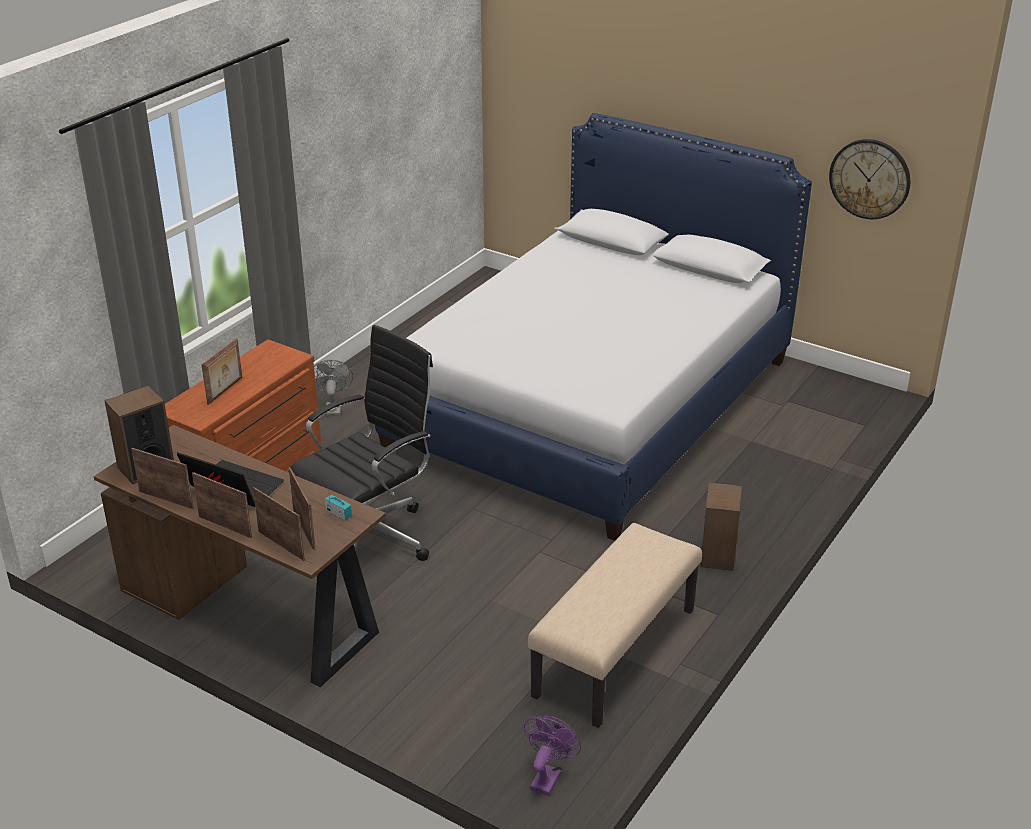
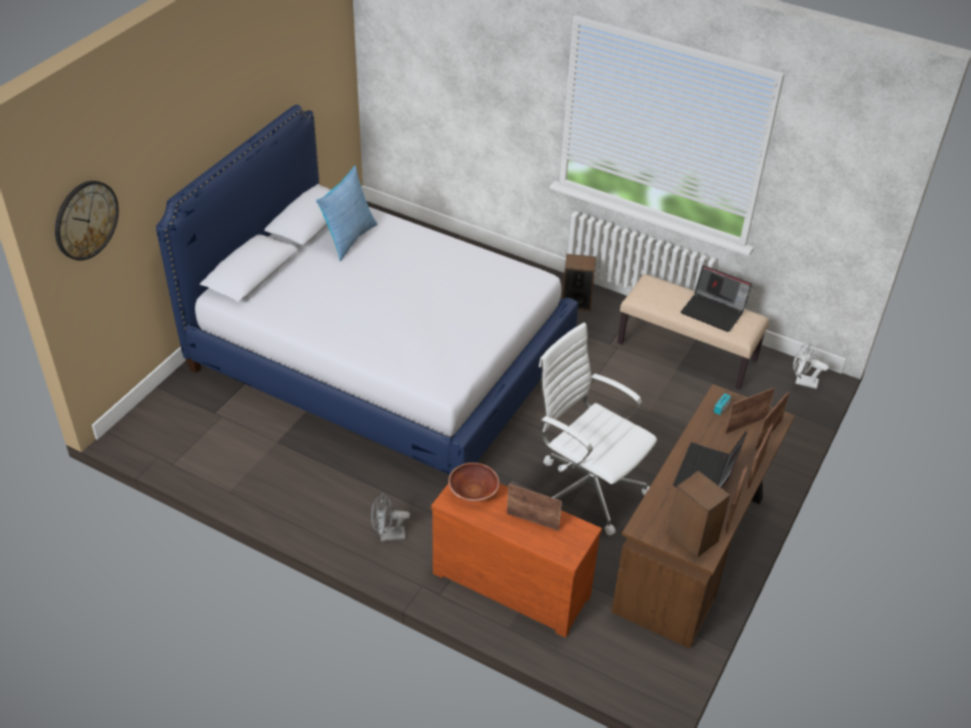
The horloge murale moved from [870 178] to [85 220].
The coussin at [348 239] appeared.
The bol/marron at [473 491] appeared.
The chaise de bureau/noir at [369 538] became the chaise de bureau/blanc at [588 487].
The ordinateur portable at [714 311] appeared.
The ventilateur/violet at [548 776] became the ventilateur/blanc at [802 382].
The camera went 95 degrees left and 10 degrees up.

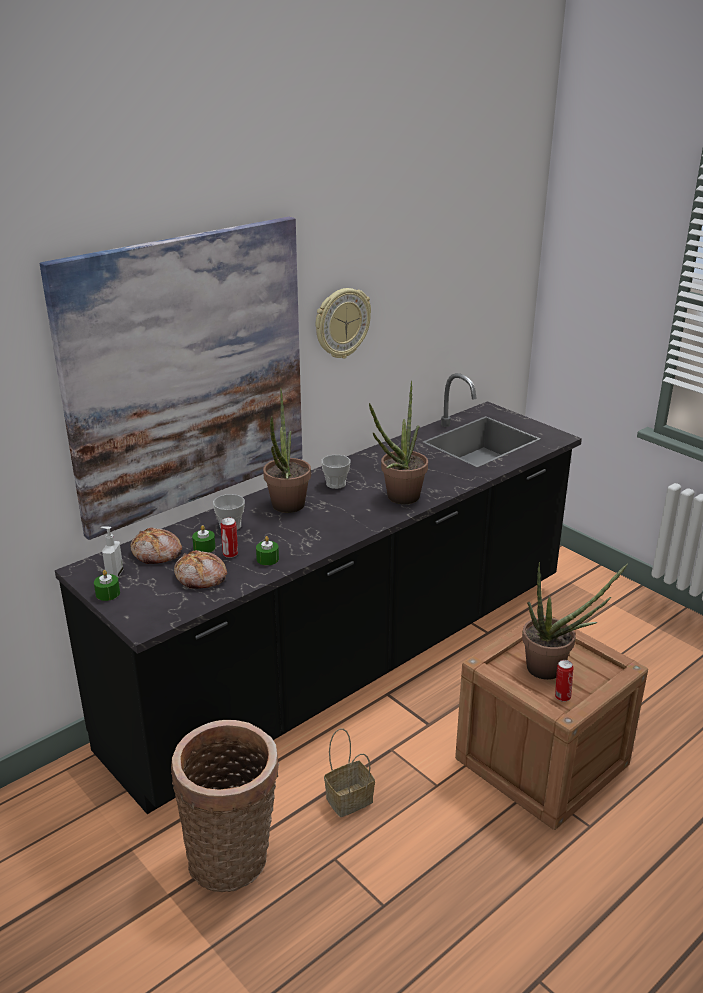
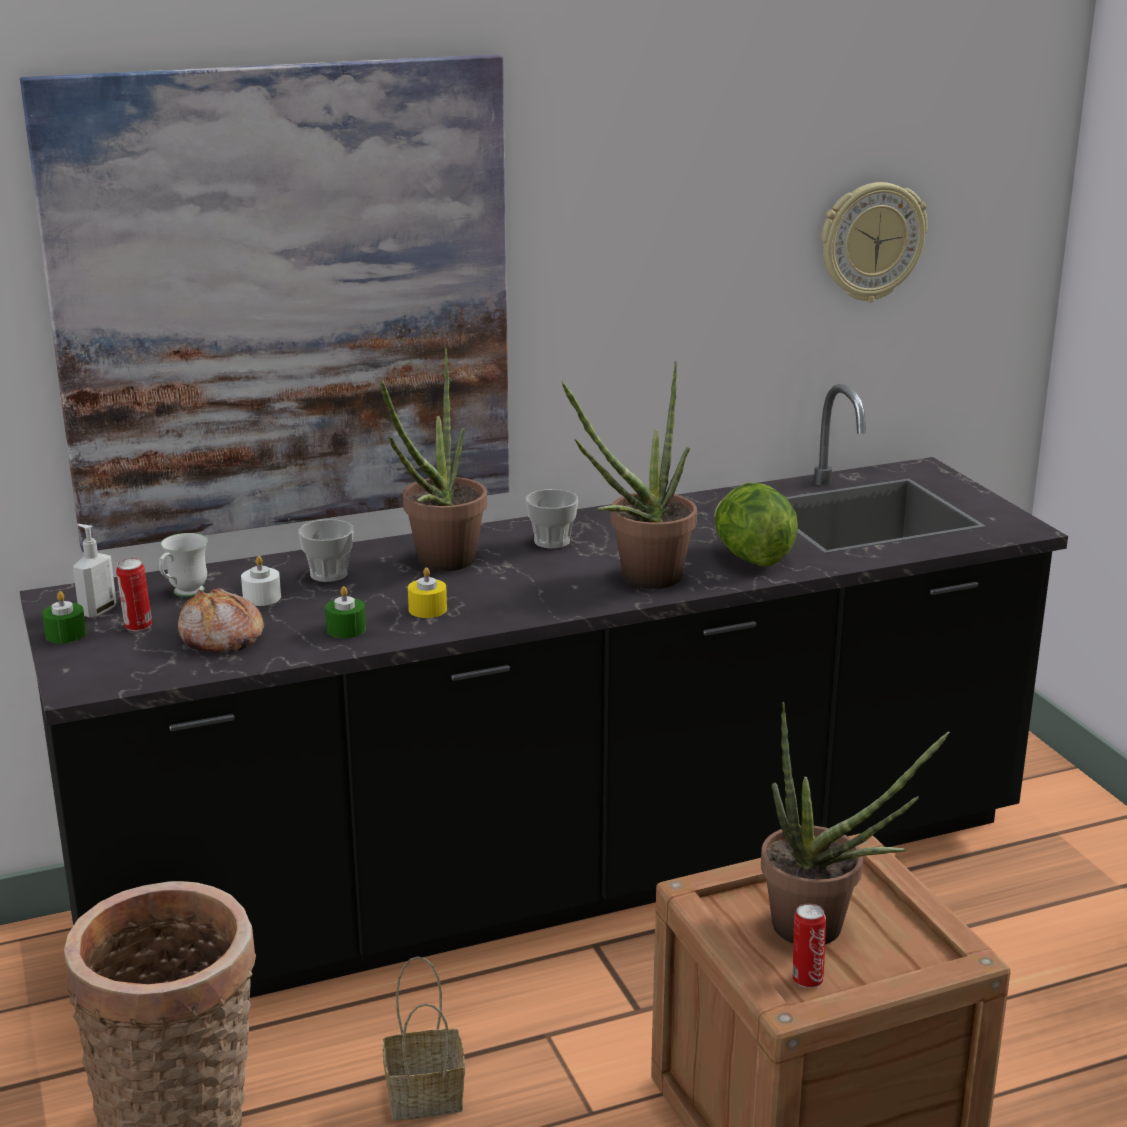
The boîte métallique moved from [230 554] to [137 626].
The pain at [157 554] was replaced by the mug/blanc at [183 594].
The bougie/vert at [204 548] became the bougie/blanc at [262 597].
The bougie/jaune at [427 609] appeared.
The laitue at [751 558] appeared.
The horloge murale moved from [341 323] to [871 241].
The camera went 20 degrees right and 5 degrees down.

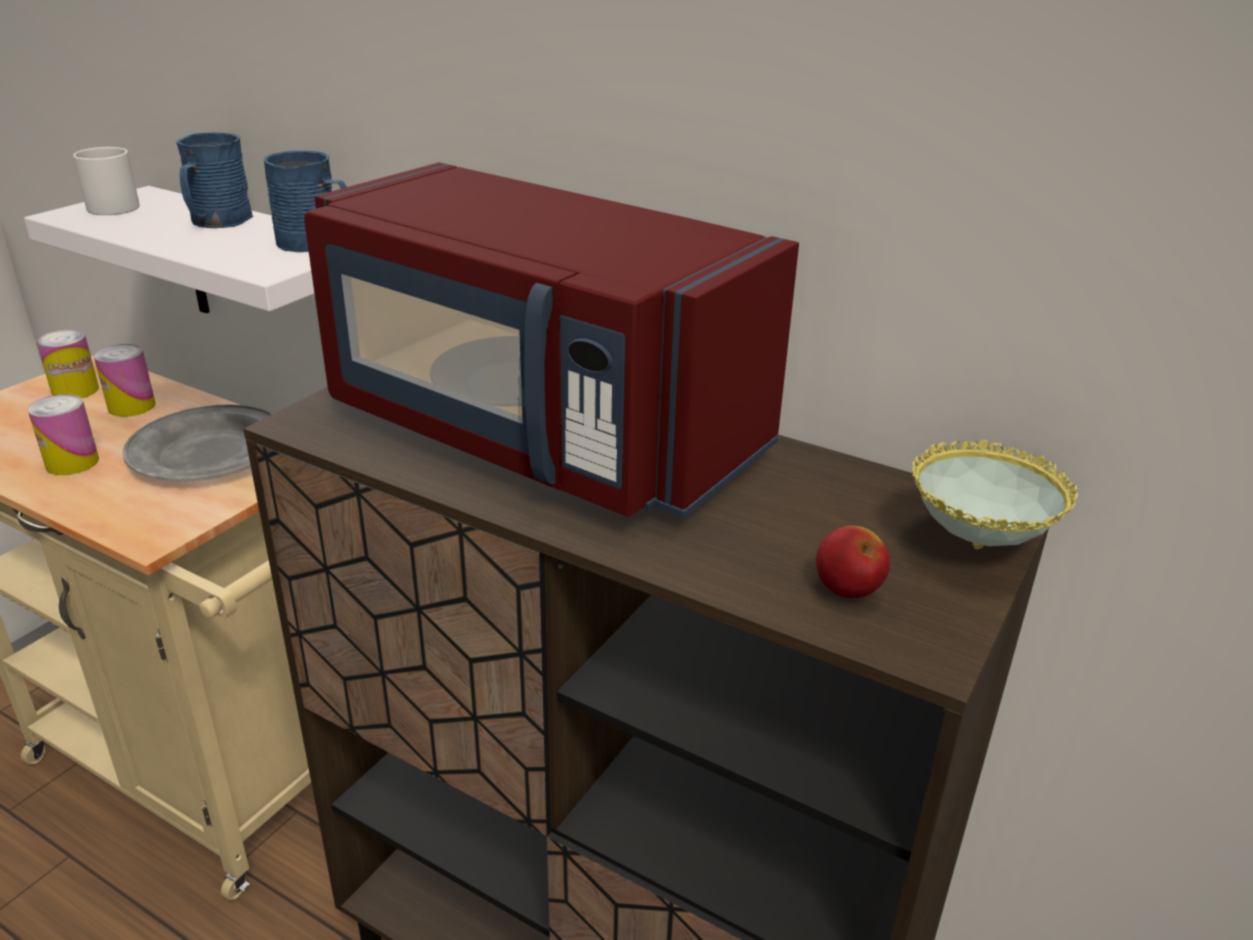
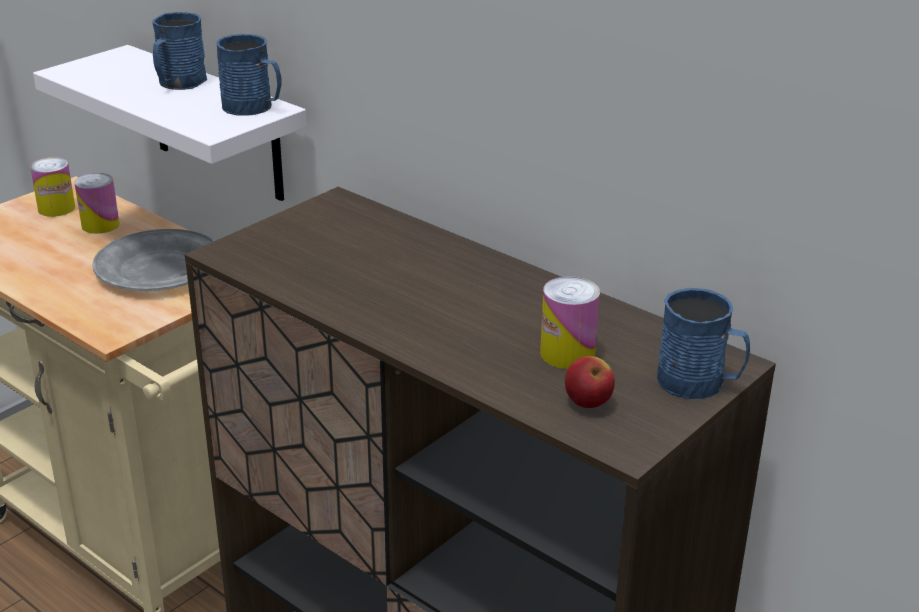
The boîte métallique moved from [72 462] to [567 354].
The bol at [976 548] was replaced by the mug/bleu at [699 383].
The mug/blanc at [117 207] disappeared.
The micro-ondes/rouge at [538 433] disappeared.
The camera went 10 degrees right and 0 degrees up.

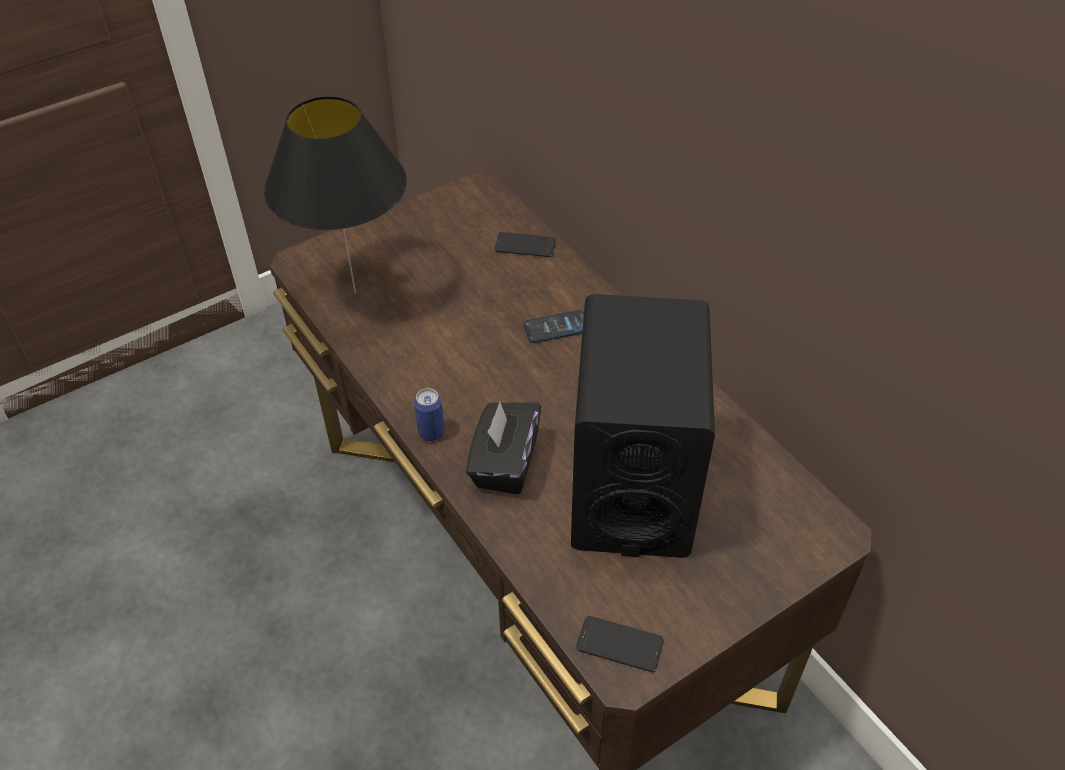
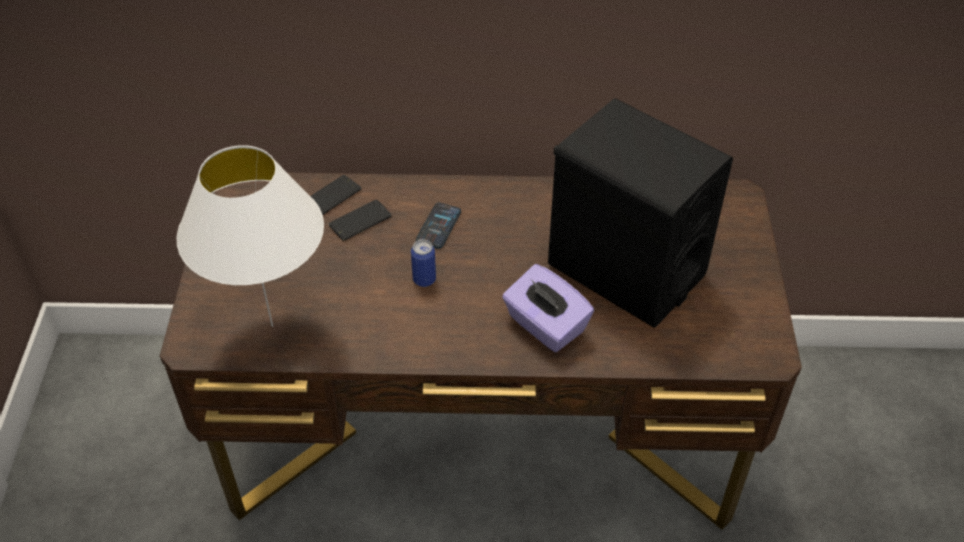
The lampe de table/noir at [355 292] became the lampe de table/blanc at [272 325].
The téléphone moved from [619 644] to [360 221].
The boîte métallique moved from [431 432] to [424 279].
The boîte à mouchoirs/noir at [504 463] became the boîte à mouchoirs/violet at [545 326].
The camera went 55 degrees left and 0 degrees up.

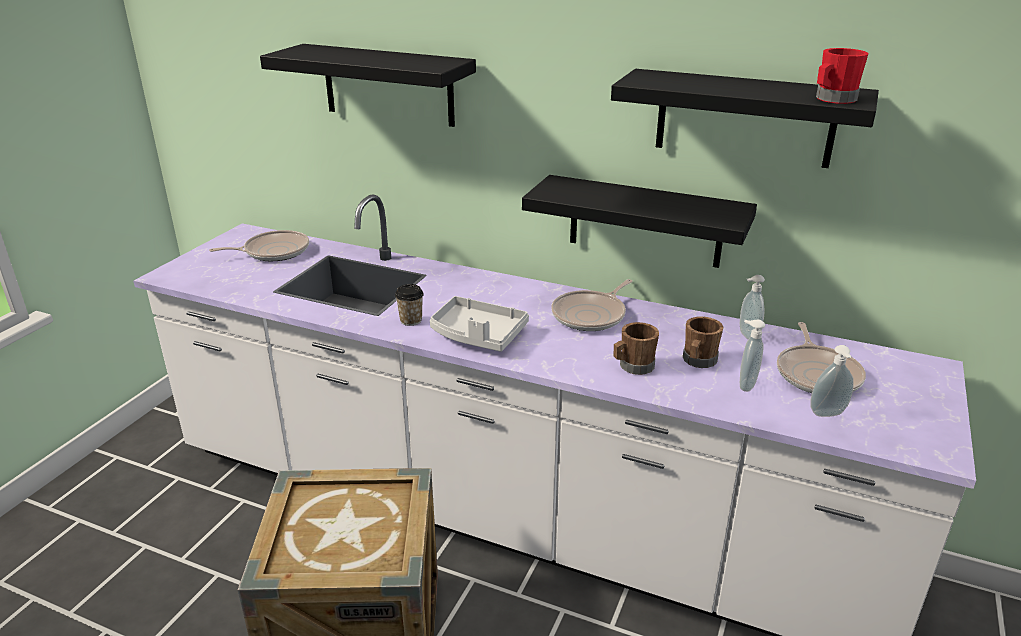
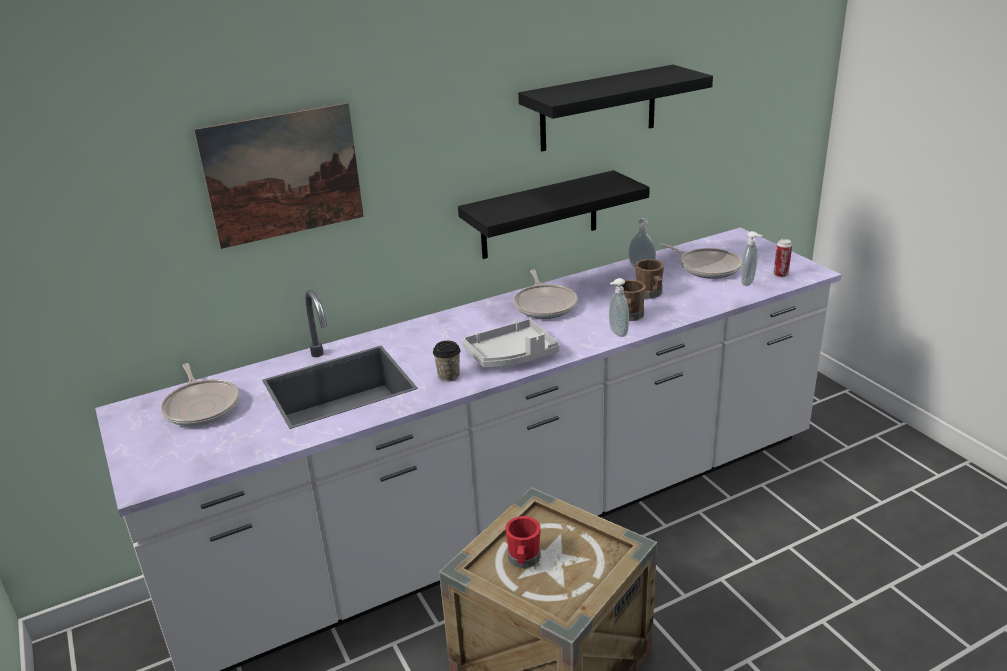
The poêle at [273 251] turned 135 degrees clockwise.
The étagère/noir at [388 85] was replaced by the tableau at [283 175].
The mug/rouge moved from [833 99] to [523 560].
The distributeur de savon moved from [745 385] to [617 333].
The boîte métallique at [780 275] appeared.
The camera went 50 degrees left and 0 degrees up.

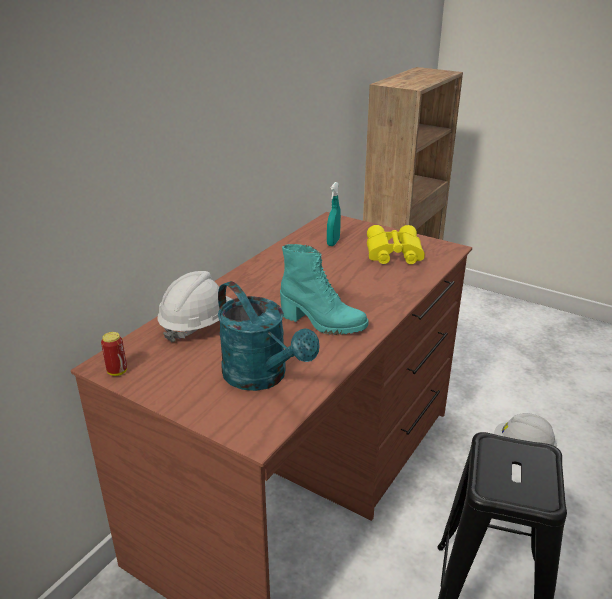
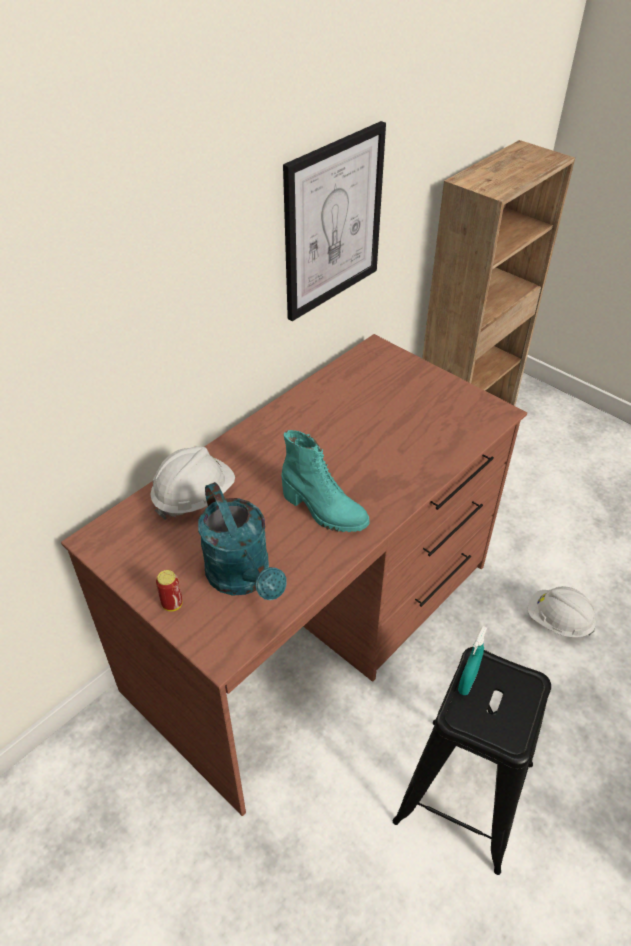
The boîte métallique moved from [117 372] to [172 604].
The tableau at [332 222] appeared.
The vaporisateur/turquoise moved from [333 242] to [467 682].
The jumelles/jaune at [392 253] disappeared.
The camera went 10 degrees right and 15 degrees up.

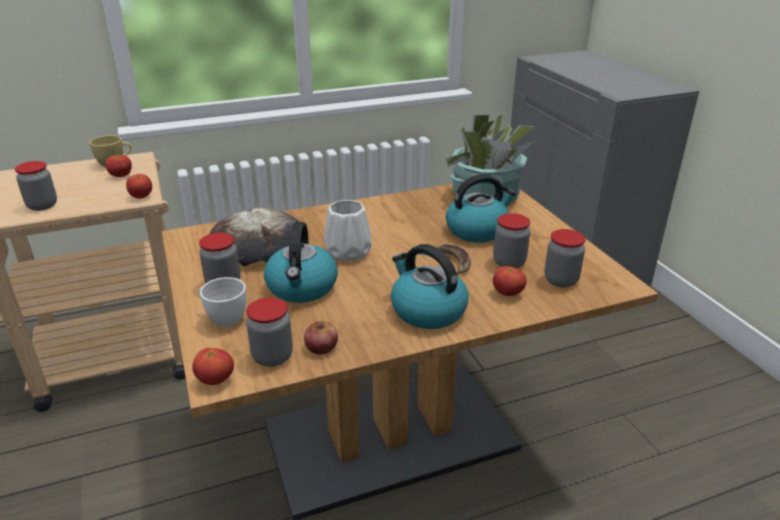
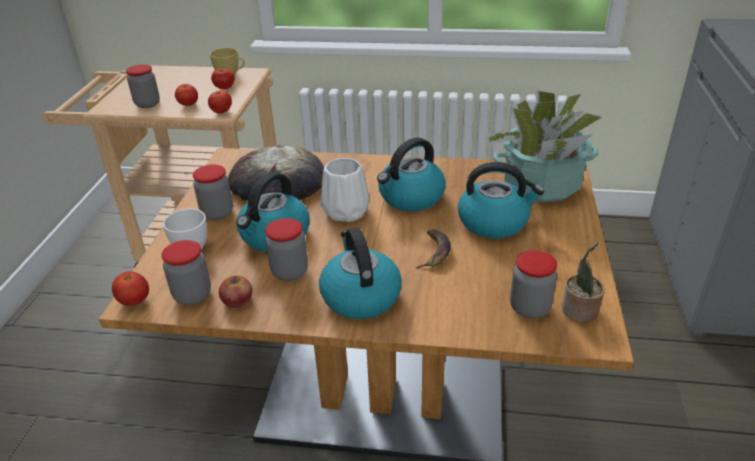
The tomate moved from [508 293] to [188 105].
The bocal moved from [509 262] to [289 272].
The bouilloire at [410 197] appeared.
The plante en pot at [579 312] appeared.
The camera went 30 degrees right and 5 degrees up.

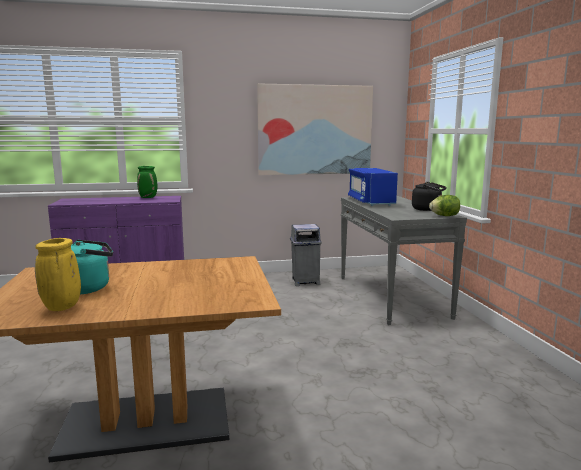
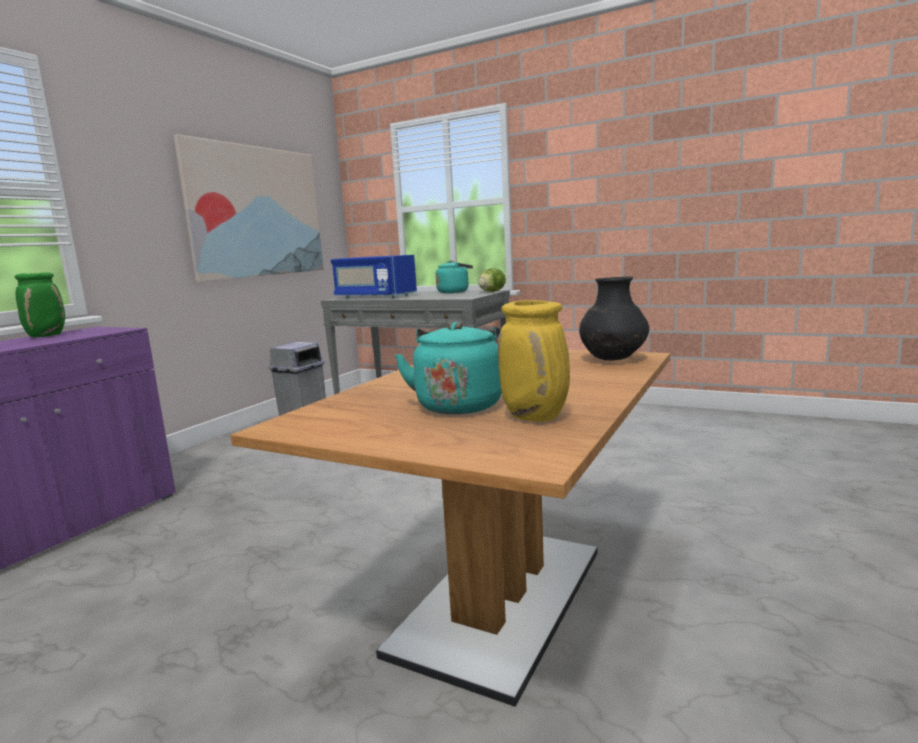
The bouilloire/noir at [428 209] became the bouilloire/turquoise at [455 292].
The vase/noir at [613 360] appeared.
The camera went 50 degrees left and 0 degrees up.

